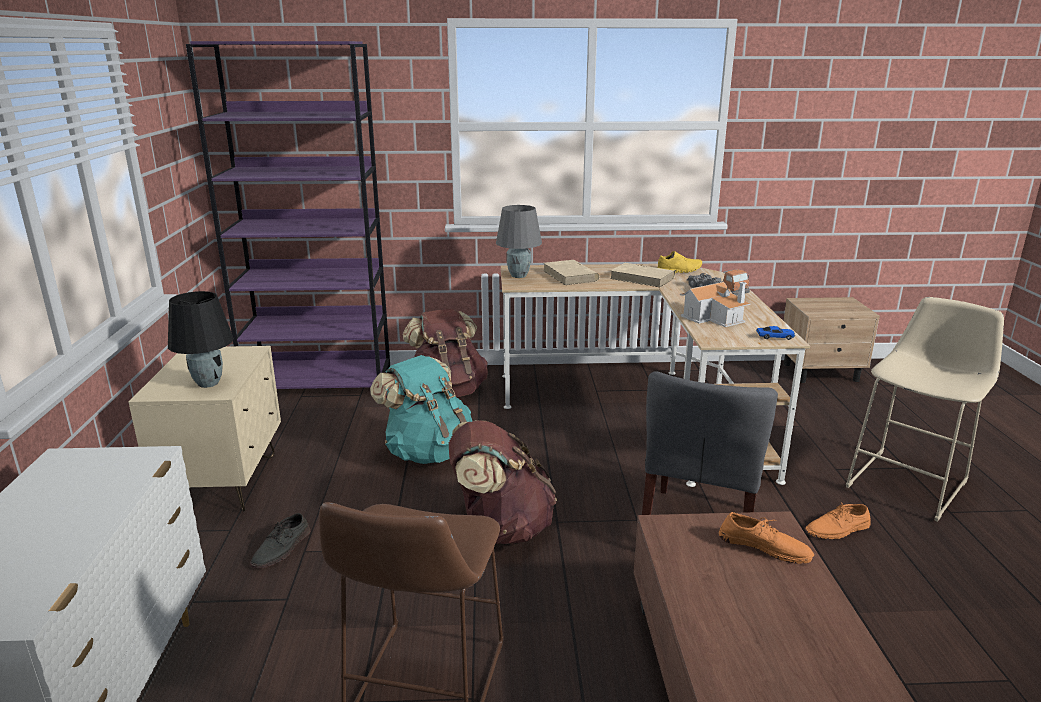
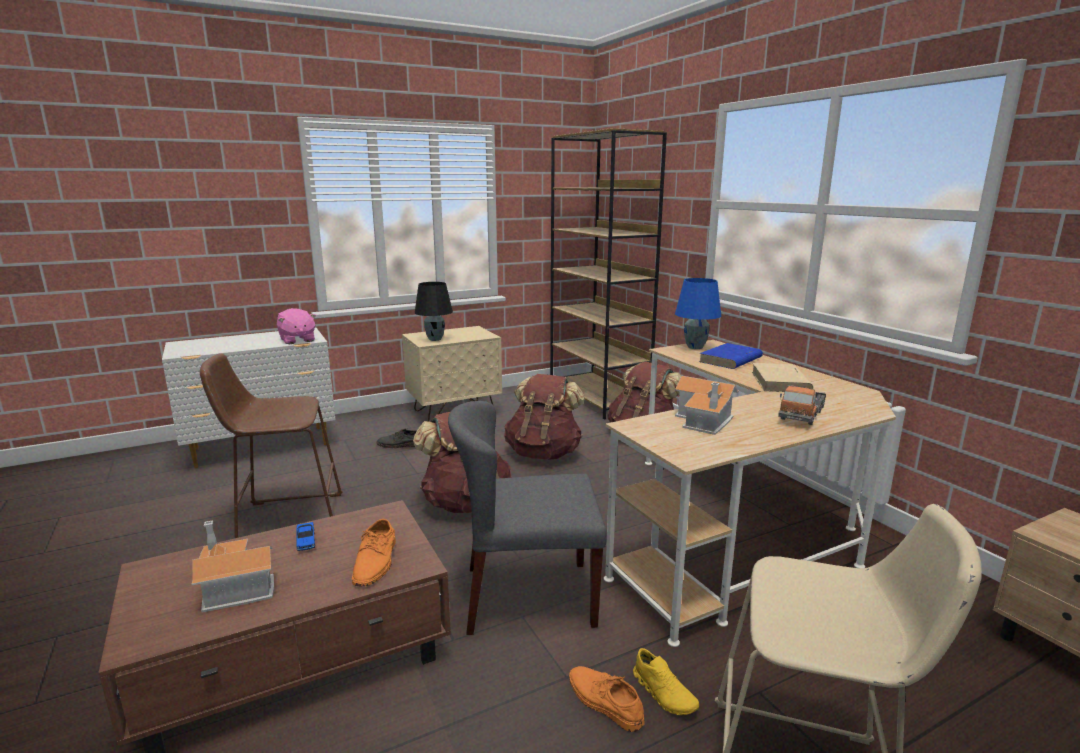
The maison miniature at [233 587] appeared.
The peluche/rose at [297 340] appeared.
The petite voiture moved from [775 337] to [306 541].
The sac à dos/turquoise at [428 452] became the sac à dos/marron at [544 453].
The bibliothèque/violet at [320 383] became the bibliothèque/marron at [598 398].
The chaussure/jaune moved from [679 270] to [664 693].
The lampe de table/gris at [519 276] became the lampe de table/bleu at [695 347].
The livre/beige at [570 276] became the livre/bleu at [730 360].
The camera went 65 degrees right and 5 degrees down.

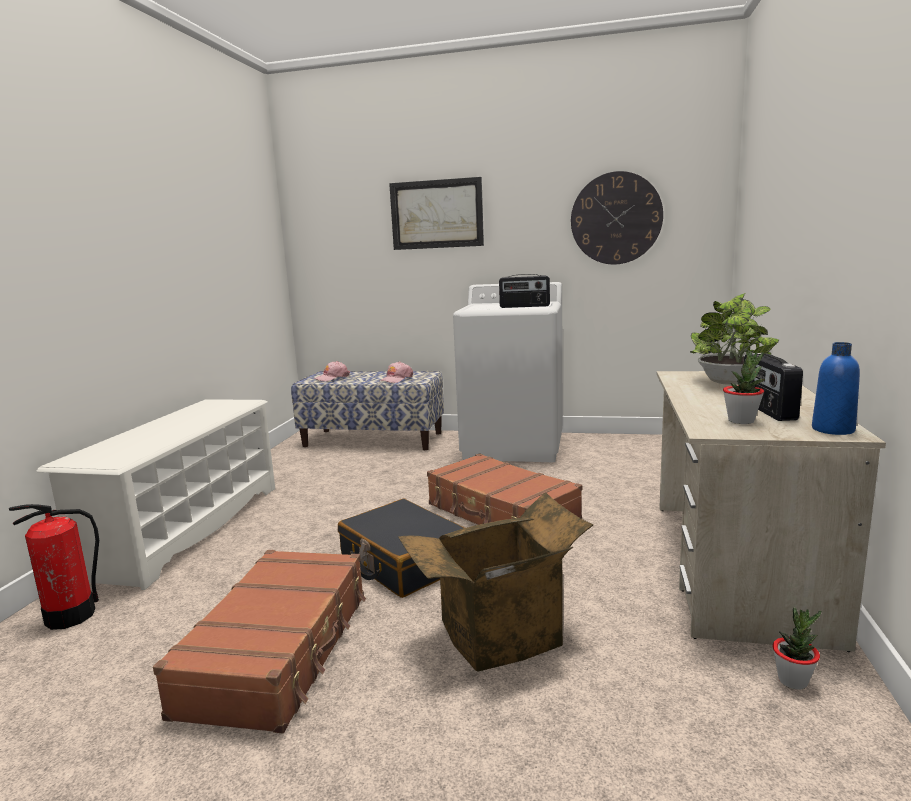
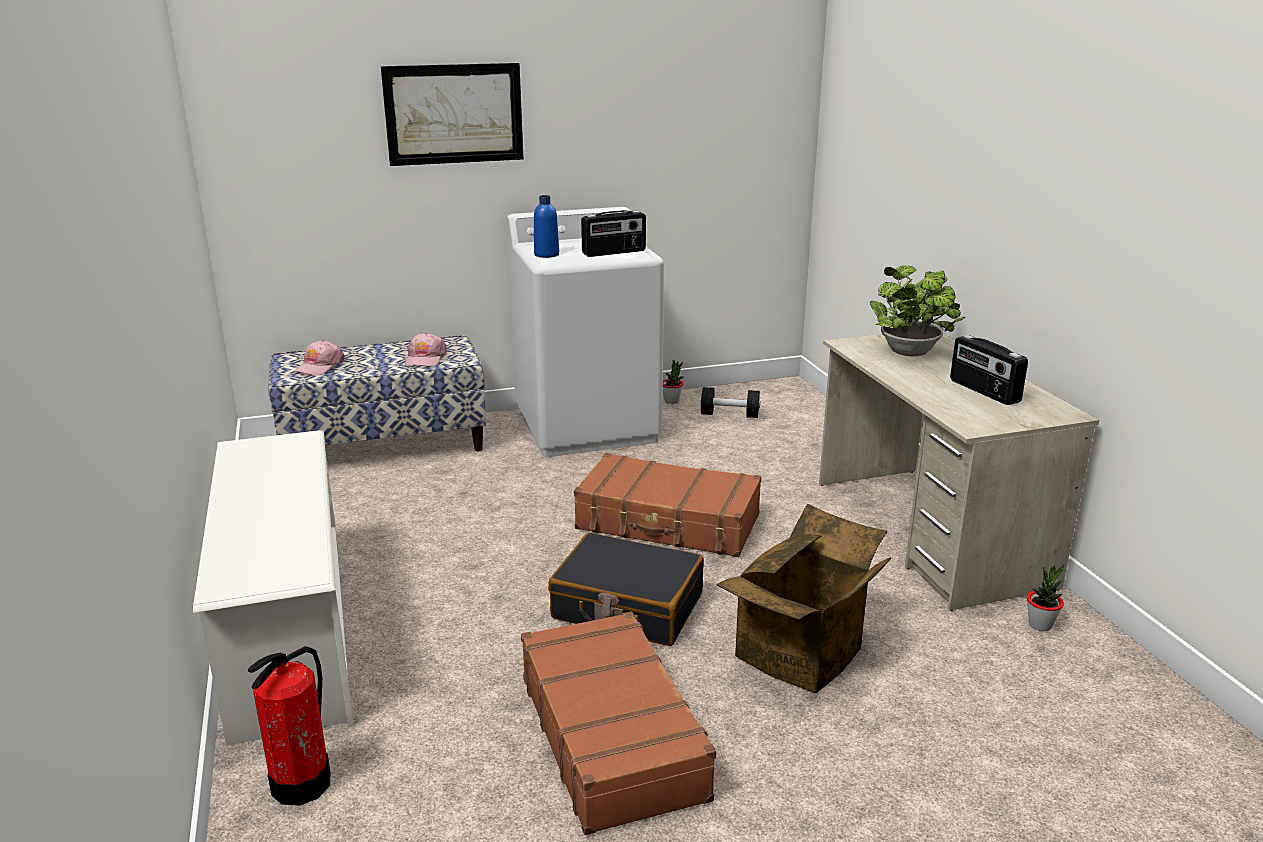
The bouteille/bleu moved from [833 430] to [546 255].
The plante en pot moved from [741 421] to [671 401].
The haltère/noir at [729 415] appeared.
The horloge murale at [616 218] disappeared.
The camera went 30 degrees left and 10 degrees up.

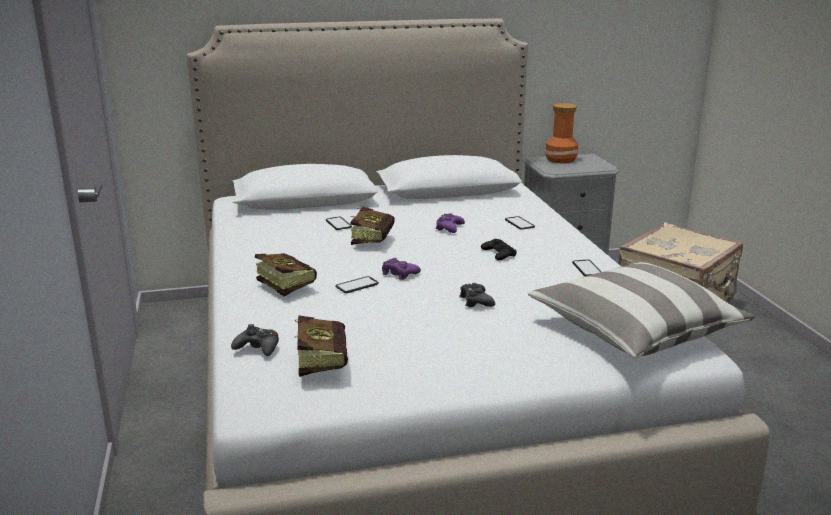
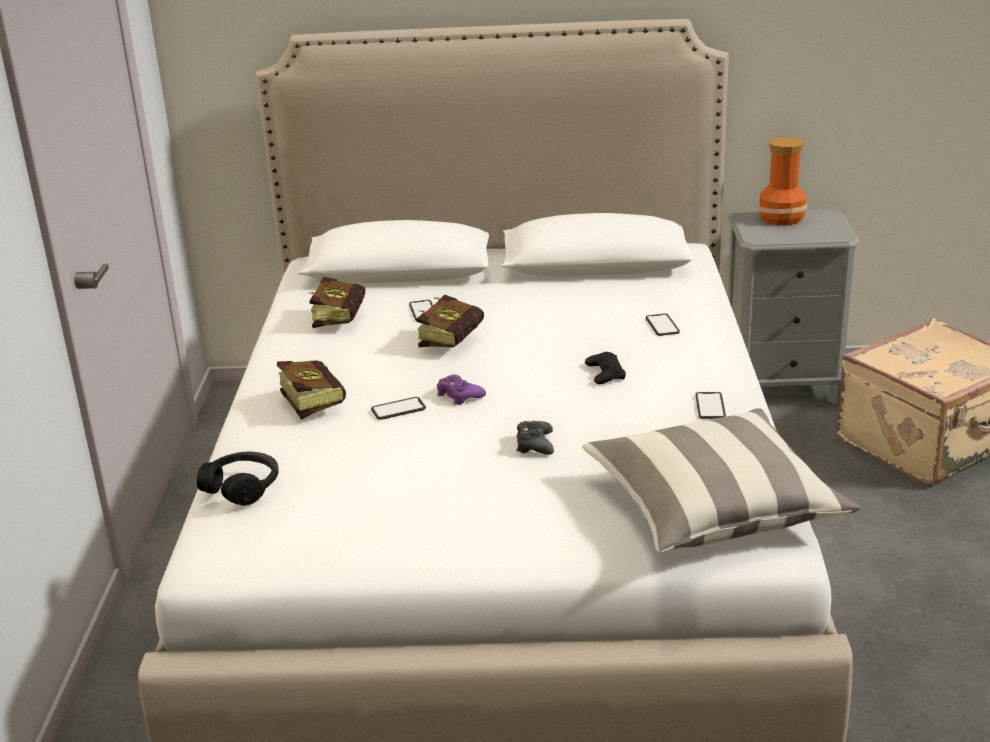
The manette/noir at [258 347] was replaced by the casque audio/noir at [242 487].
The livre moved from [322 360] to [341 318].
The manette/violet at [449 228] disappeared.
The camera went 15 degrees right and 5 degrees up.

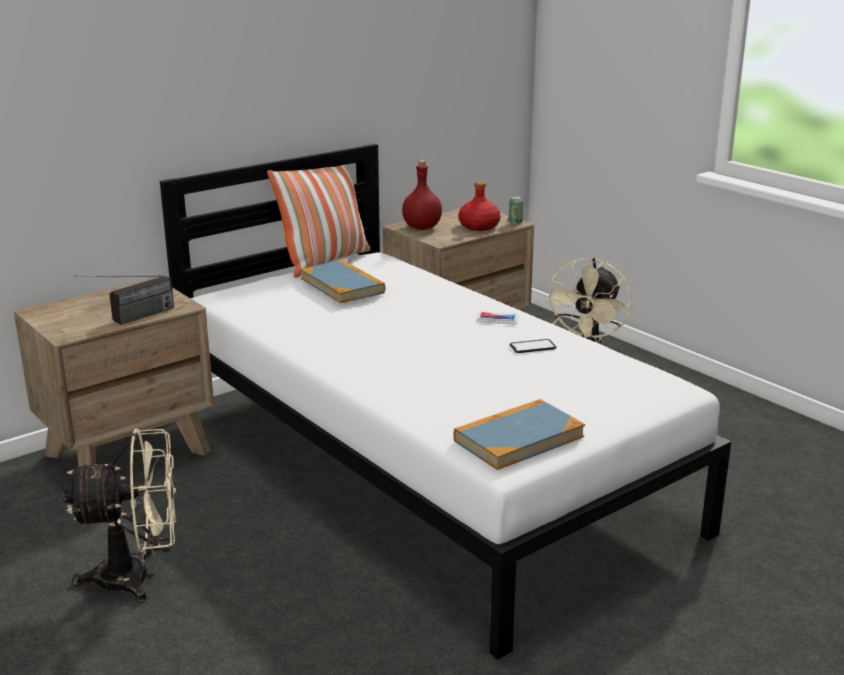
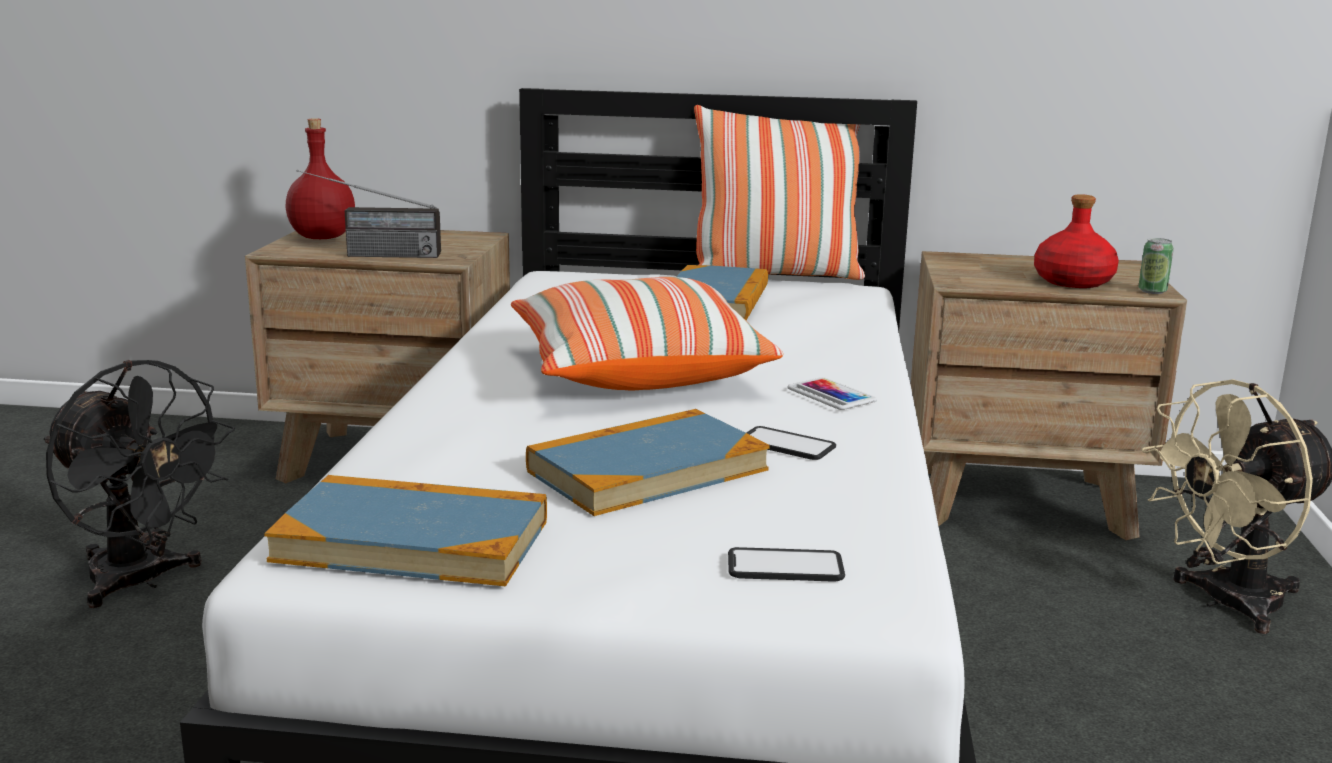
The ventilateur/beige at [138 577] became the ventilateur/noir at [141 581].
The bouteille/rouge moved from [421 228] to [321 237].
The coussin at [636 371] appeared.
The livre at [647 470] appeared.
The téléphone at [785 567] appeared.
The camera went 45 degrees right and 5 degrees down.

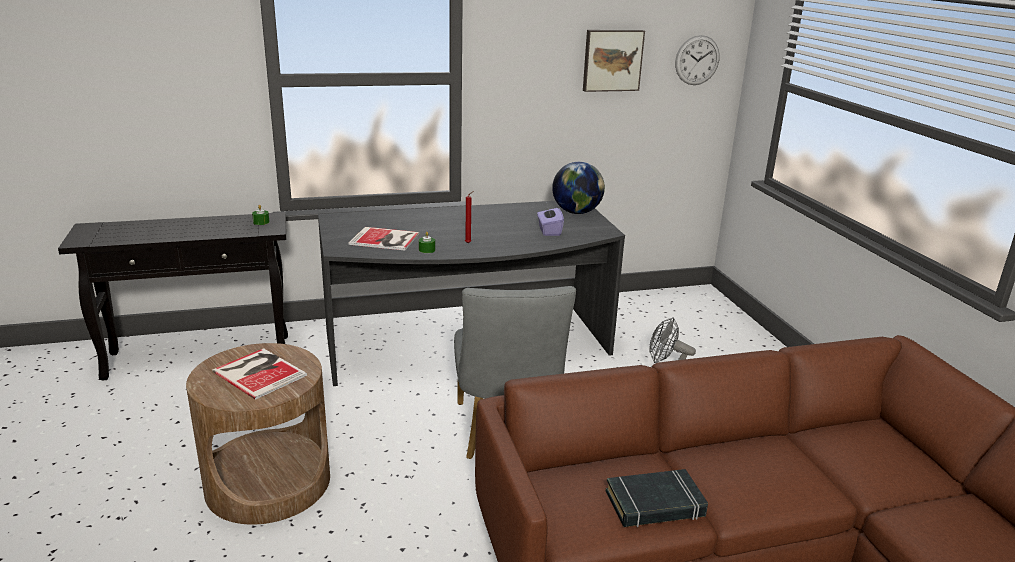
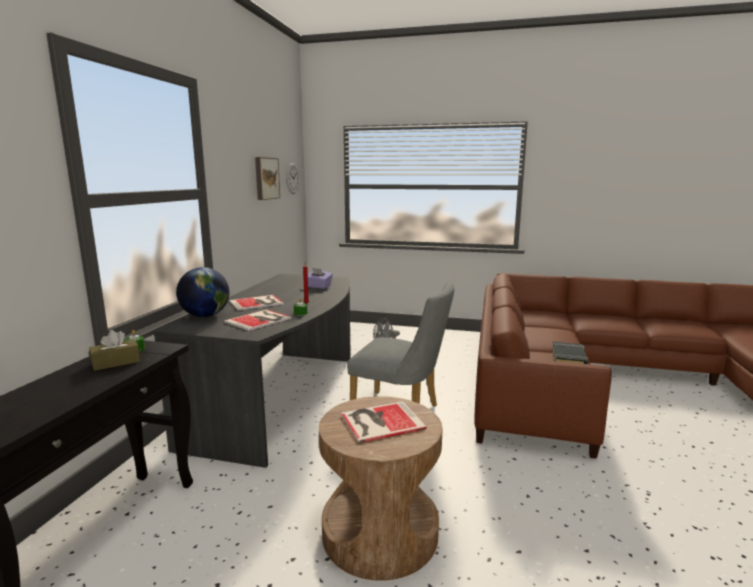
The boîte à mouchoirs/marron at [116 362] appeared.
The globe moved from [576 212] to [205 316].
The livre at [257 303] appeared.
The camera went 60 degrees left and 10 degrees down.

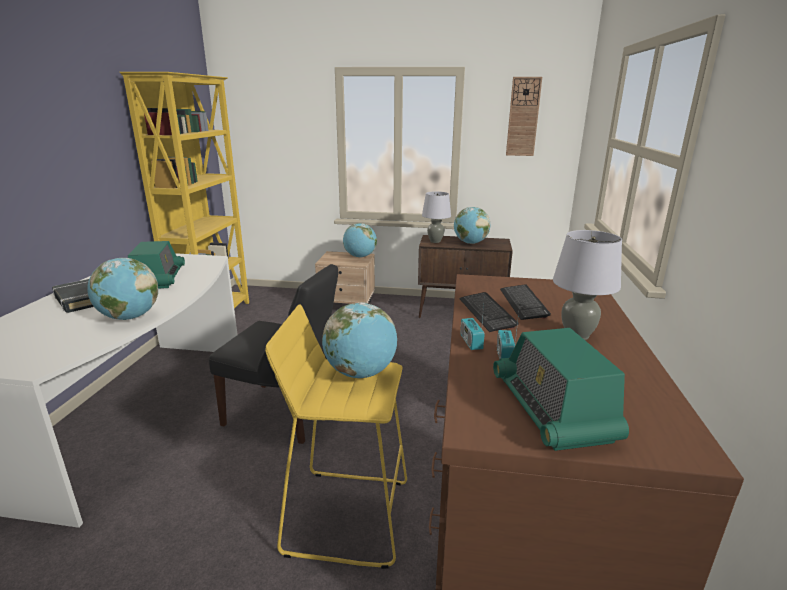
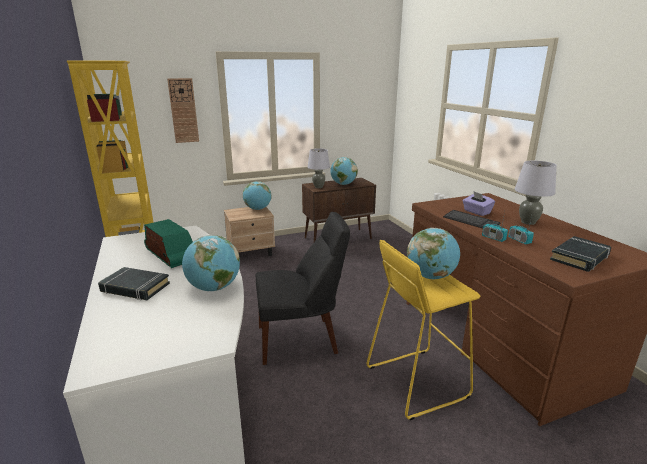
The horloge murale moved from [523 117] to [183 111].
The clavier at [523 303] was replaced by the boîte à mouchoirs/violet at [476 212].
The radio at [552 409] was replaced by the livre/noir at [580 258].
The camera went 30 degrees left and 0 degrees up.

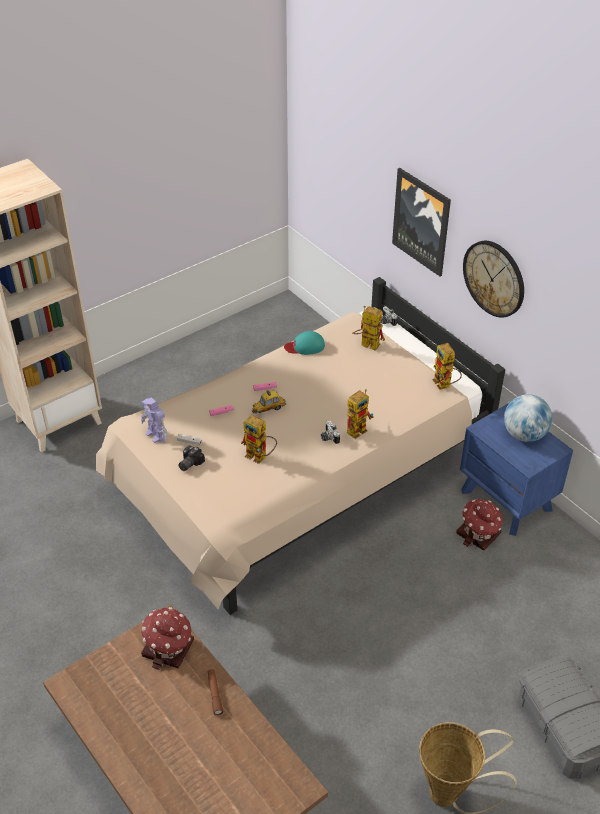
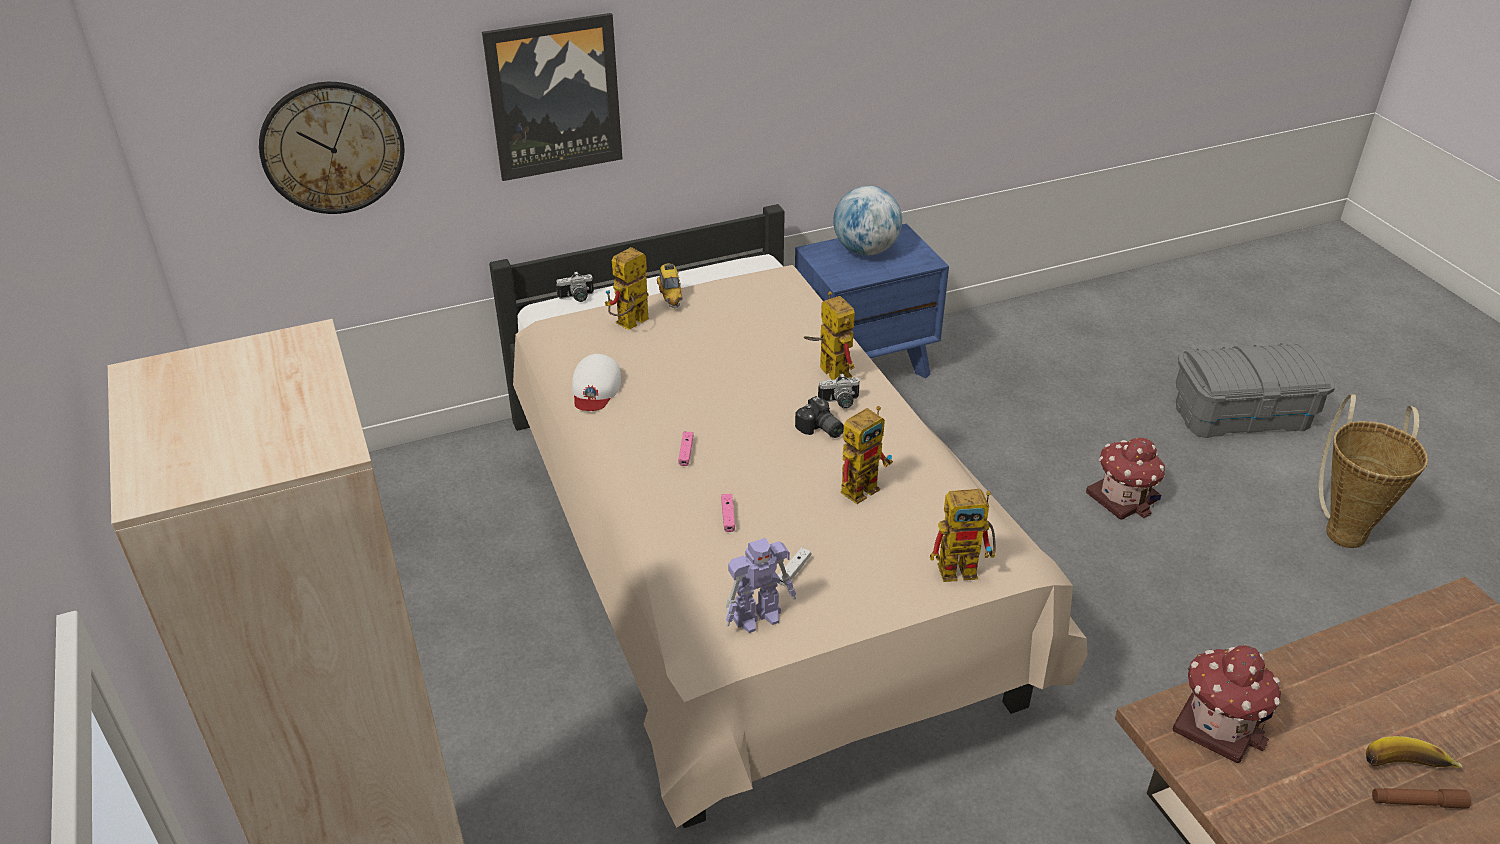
The horloge murale moved from [494 278] to [332 148].
The casquette/turquoise at [305 346] became the casquette/blanc at [595 388].
The petite voiture moved from [268 409] to [670 297].
The appareil photo moved from [189 463] to [820 430].
The robot jouet moved from [445 385] to [965 567].
The maison miniature moved from [479 534] to [1123 497].
The banane at [1406 769] appeared.
The lampe de poche/marron moved from [214 694] to [1417 802].
The camera went 75 degrees left and 5 degrees down.

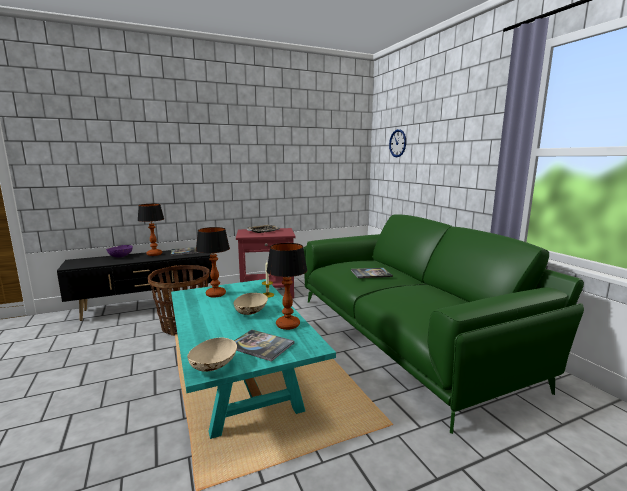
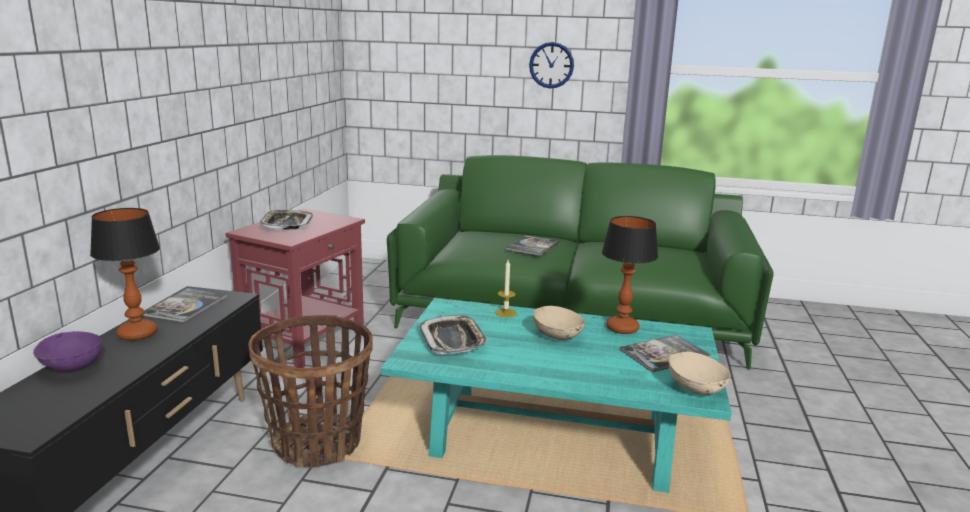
The lampe de table at [216 294] was replaced by the plateau at [453 340].
The horloge murale moved from [397 143] to [551 65].
The camera went 55 degrees left and 5 degrees up.

